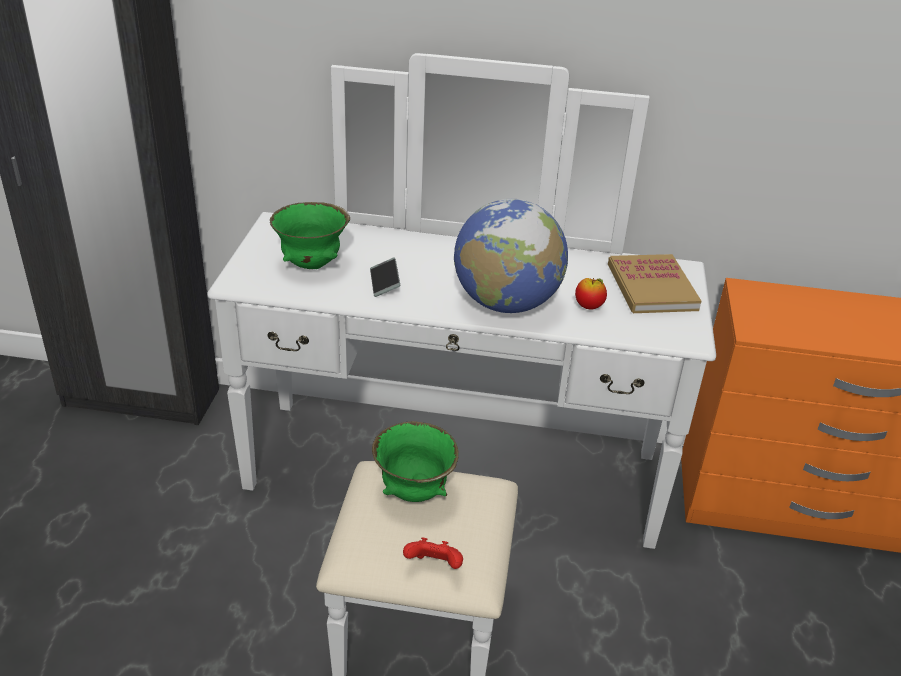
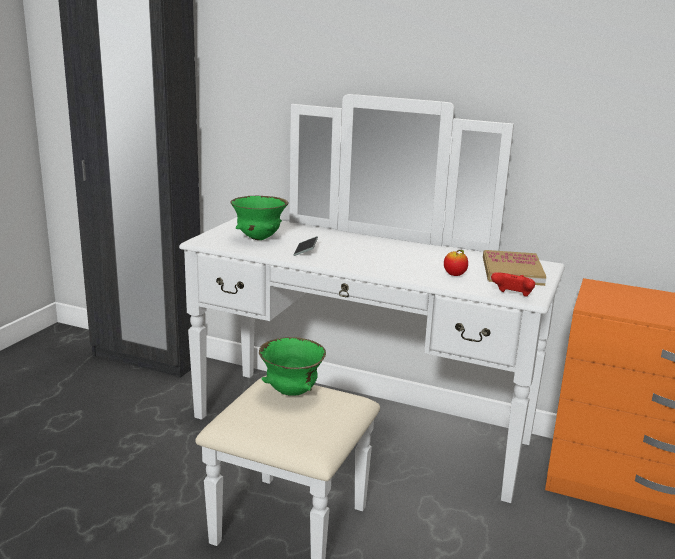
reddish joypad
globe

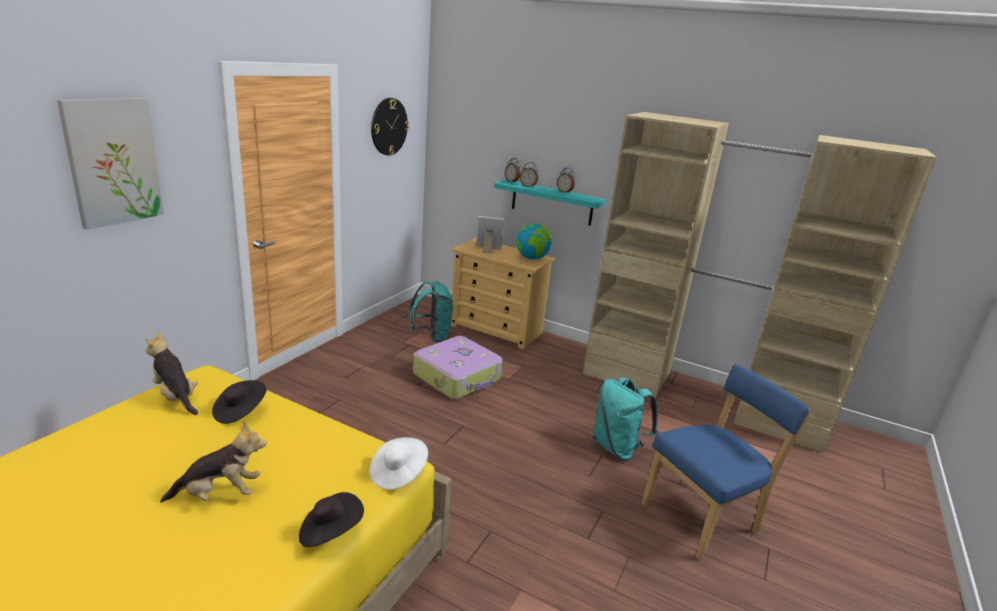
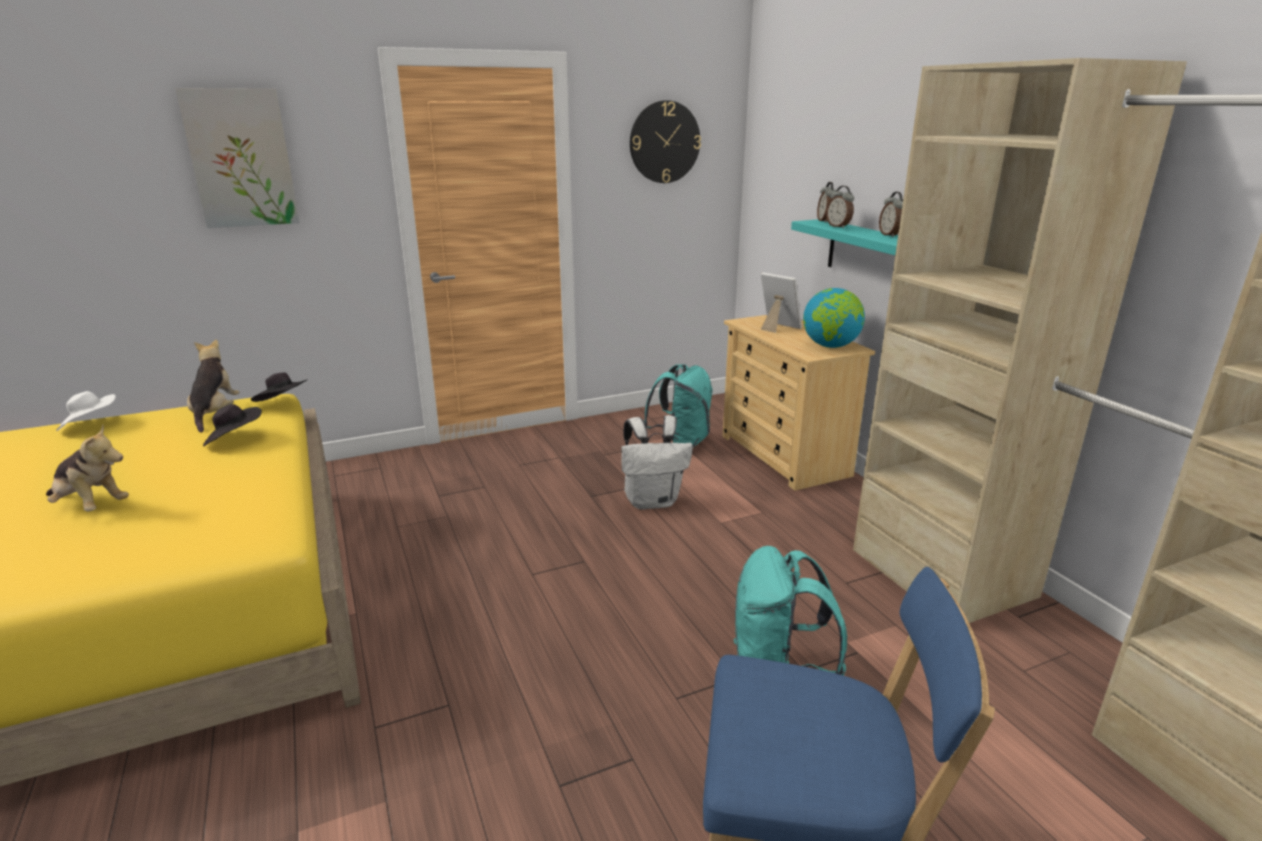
white wearable hat
blackish wearable hat (2nd from left)
white knapsack

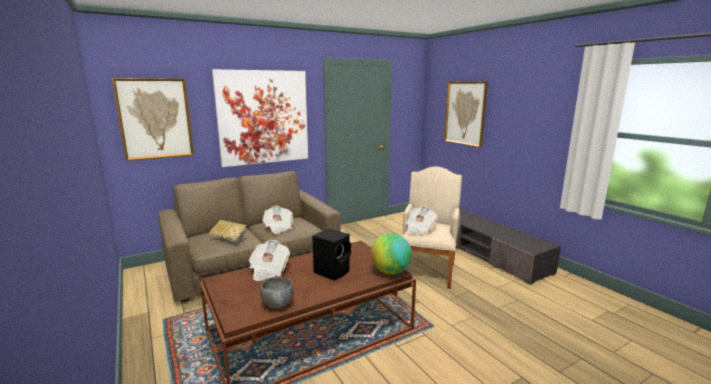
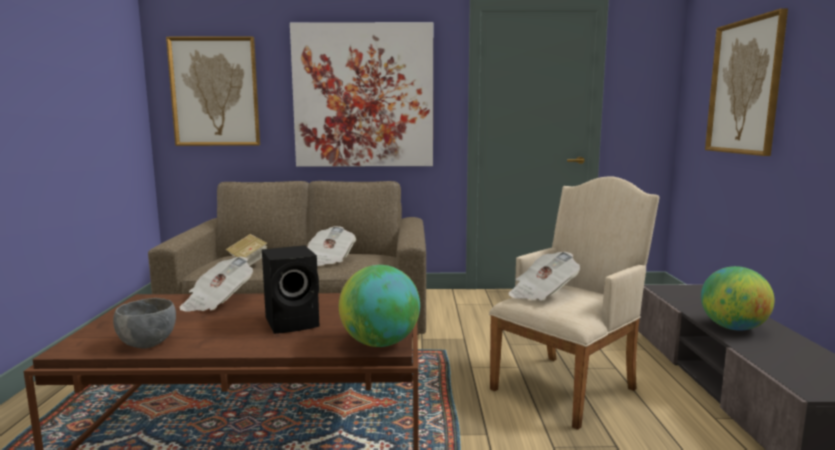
globe (2nd from left)

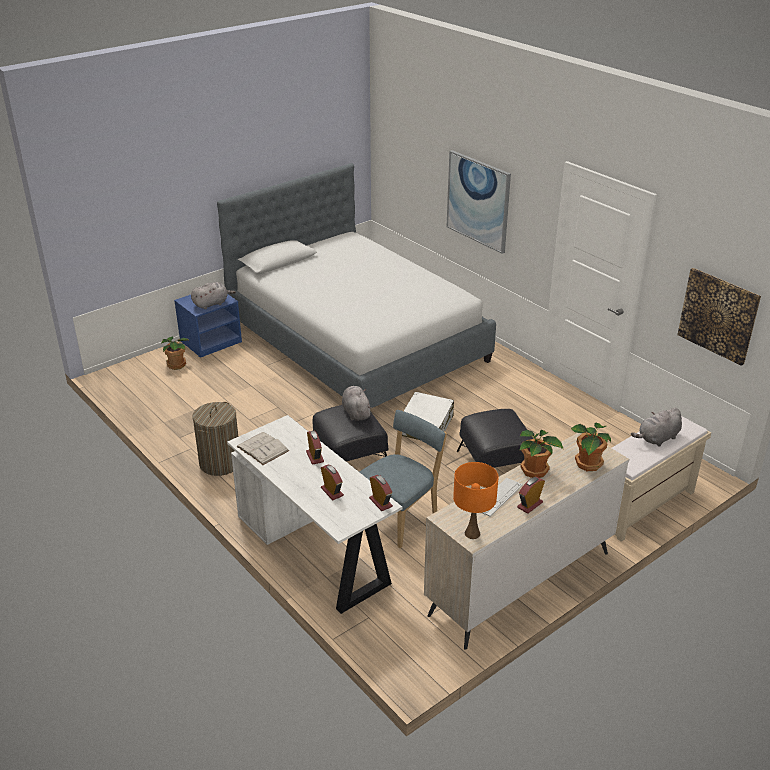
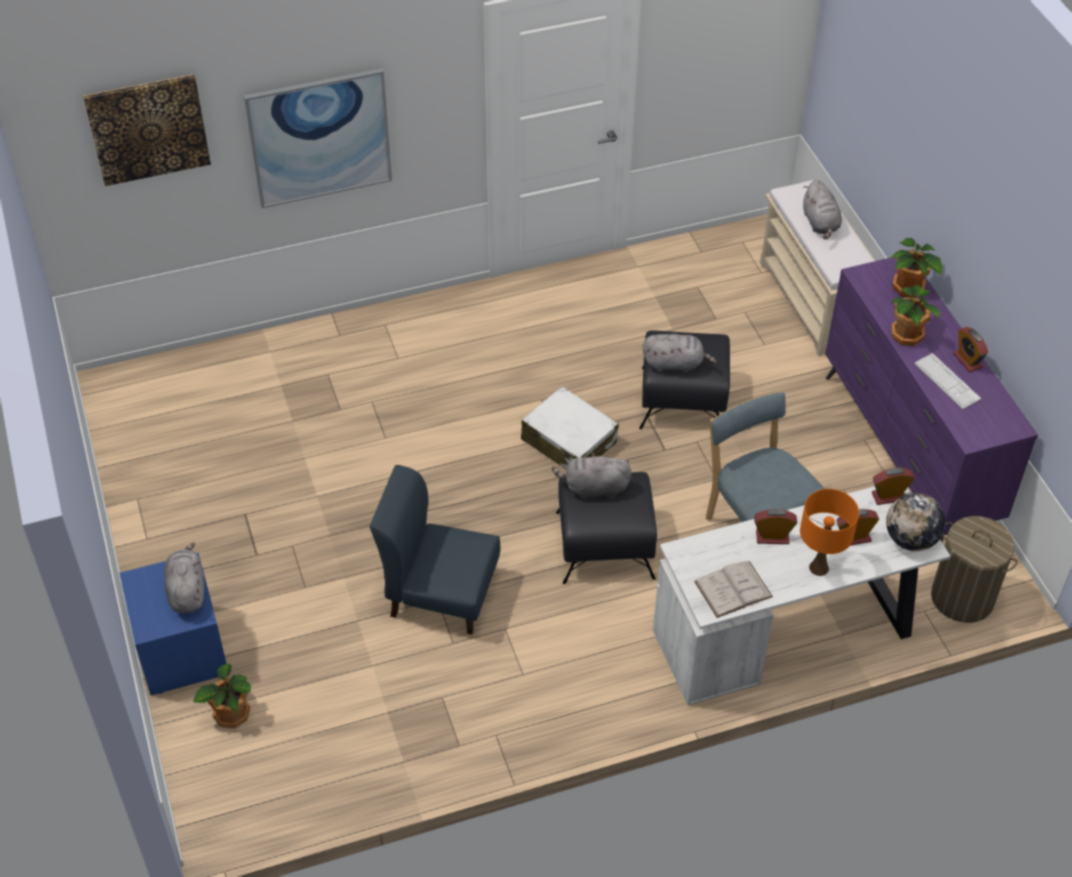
wall art (1st from left)
blue plain chair (1st from left)
gray cuddly toy (3rd from left)
orange-coloured lamp for a table
purple-coloured drawer chest
globe
hamper
bedroom bed

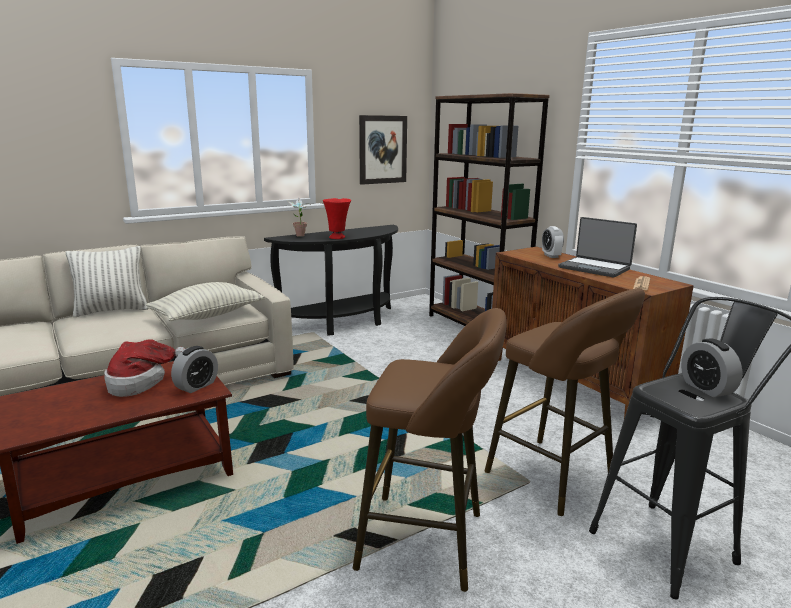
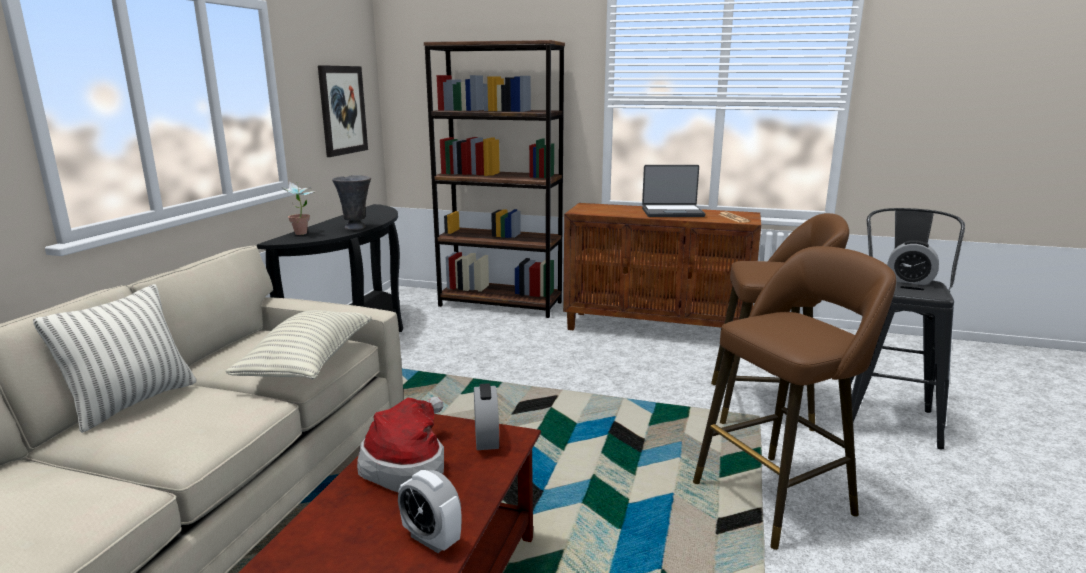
gray decorative vase
table clock (1st from left)

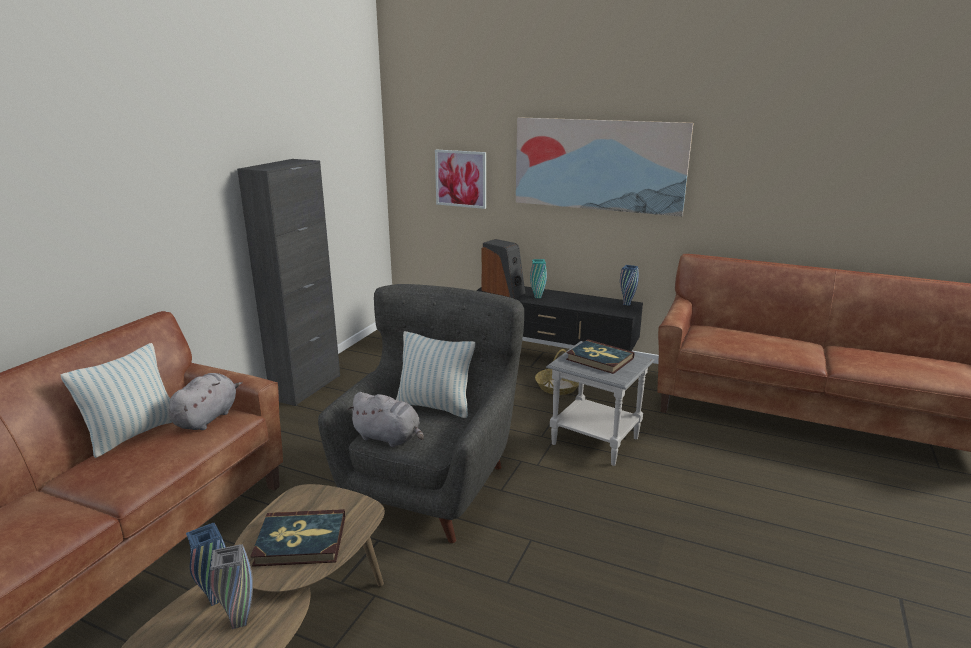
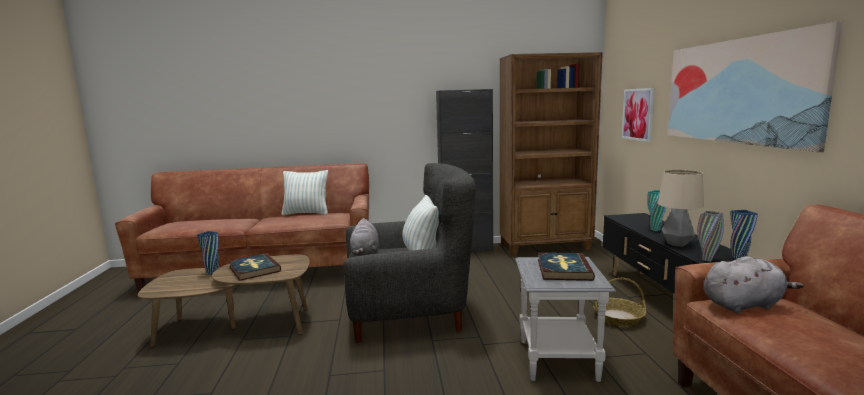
brown bookcase
lamp for a table
gray decorative vase
gray cuddly toy (2nd from left)
loudspeaker

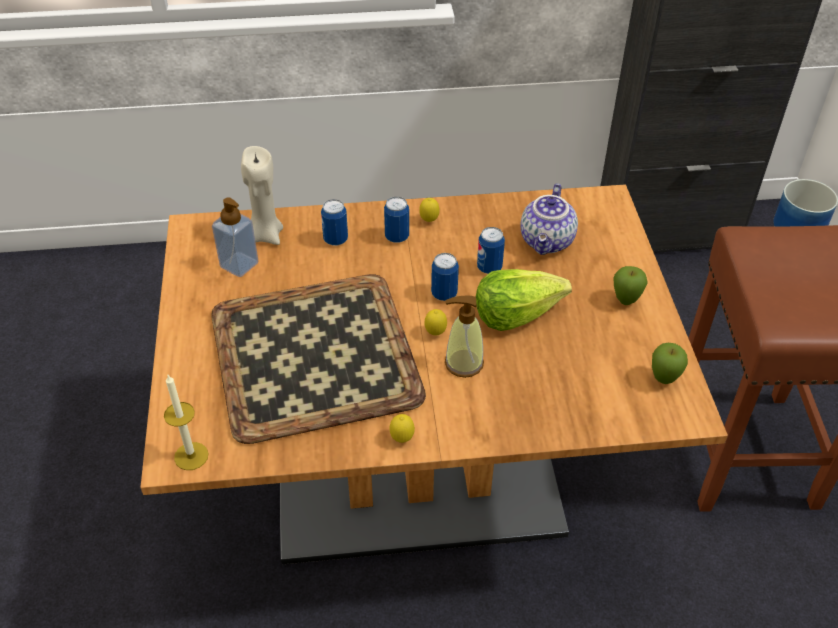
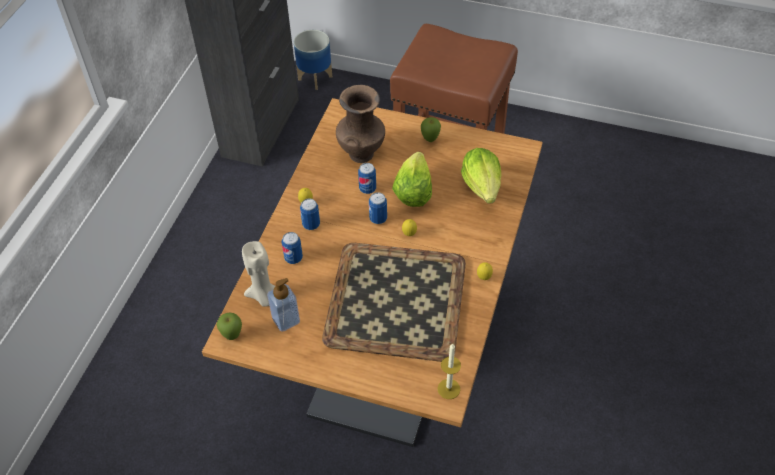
apple (1st from left)
brown decorative vase
lettuce head (2nd from left)
liquid soap bottle (2nd from left in the first image)

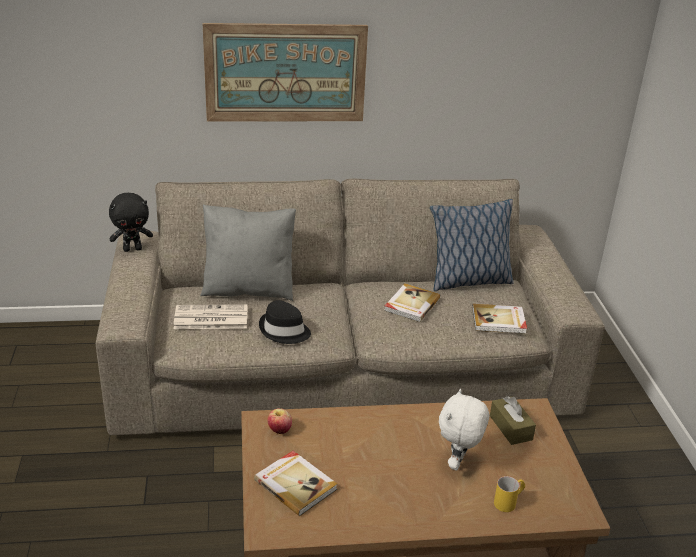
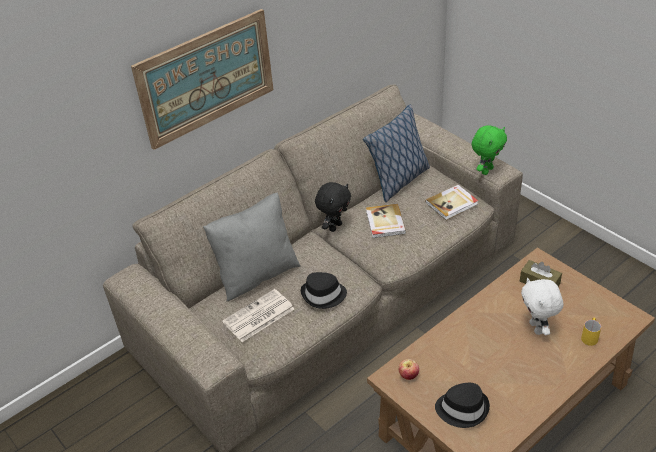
blackish cuddly toy
blackish wearable hat (2nd from left)
greenish cuddly toy

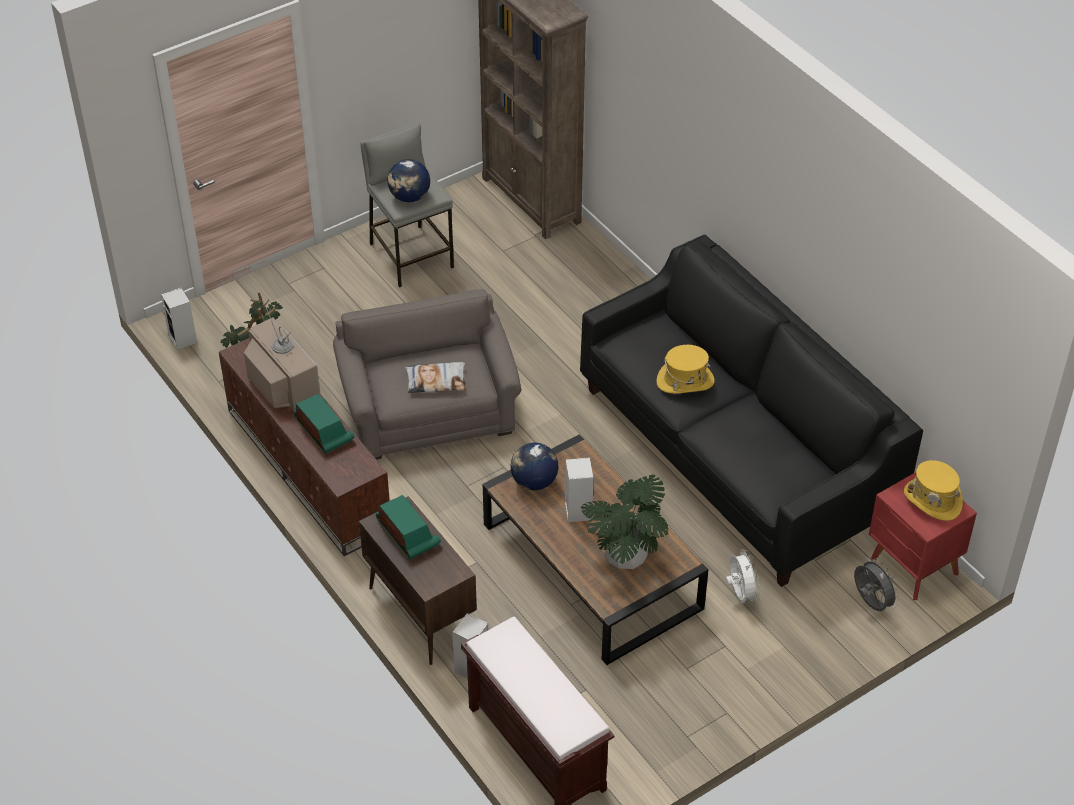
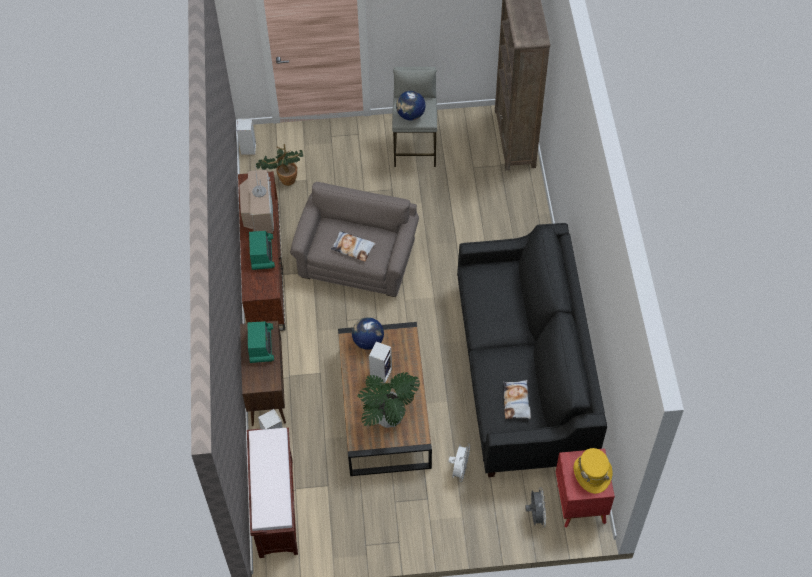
pillow (2nd from left)
yellowish wearable hat (1st from left in the first image)

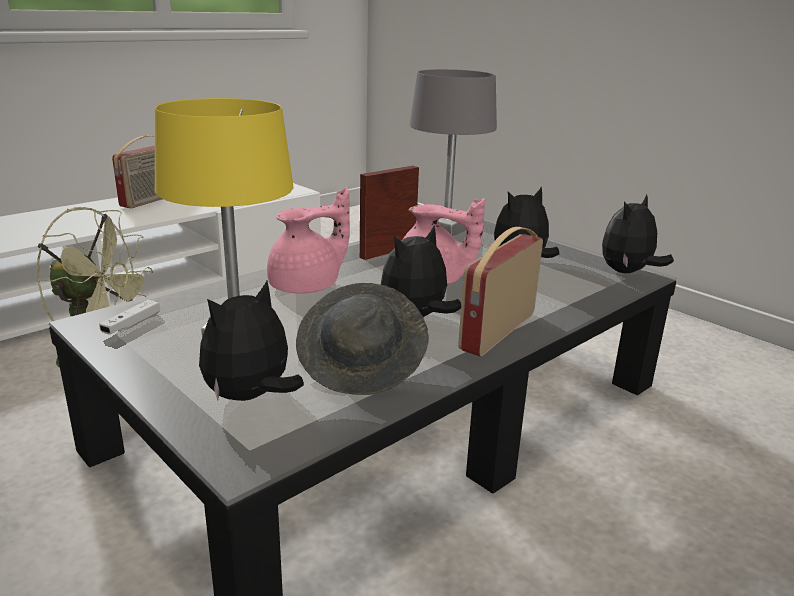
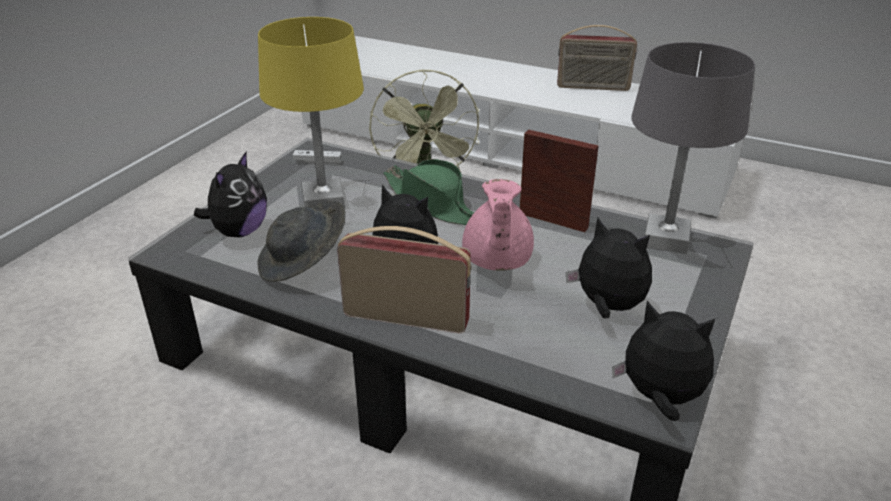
cuddly toy (1st from left)
greenish wearable hat

